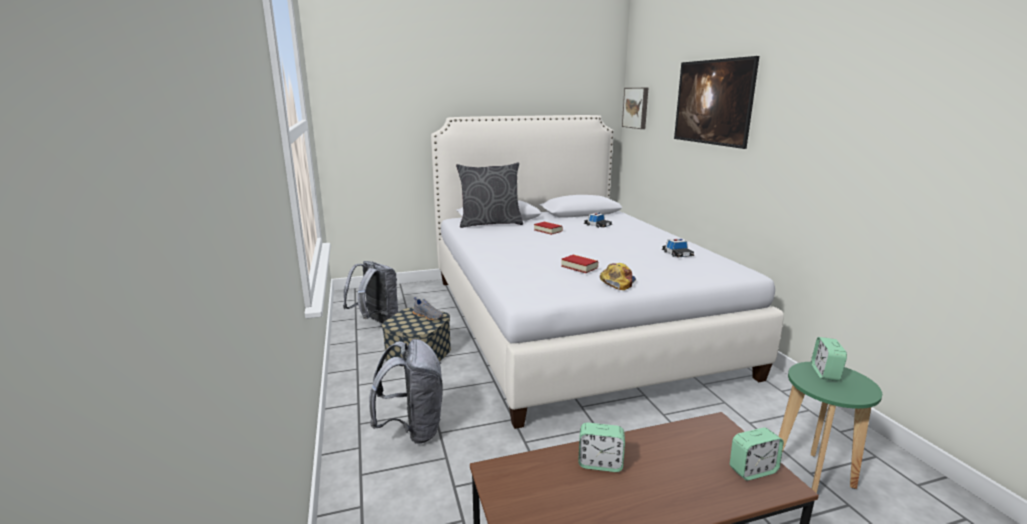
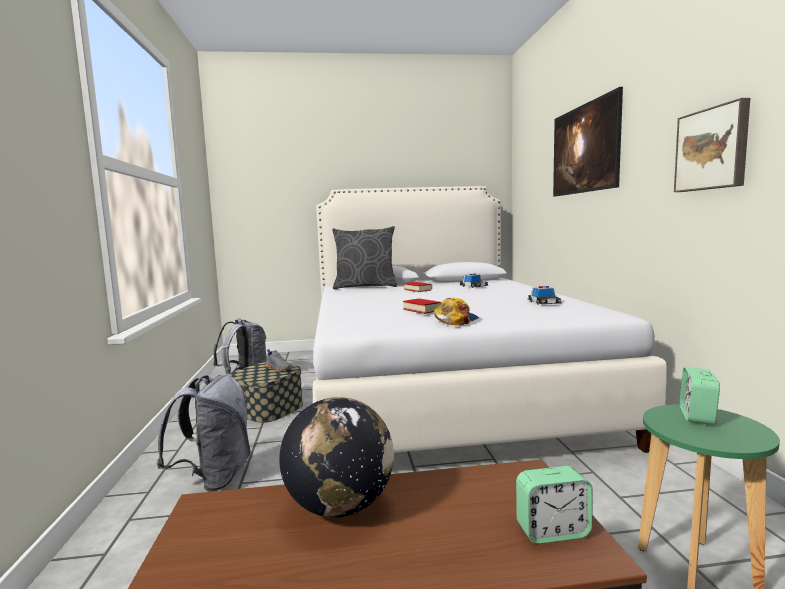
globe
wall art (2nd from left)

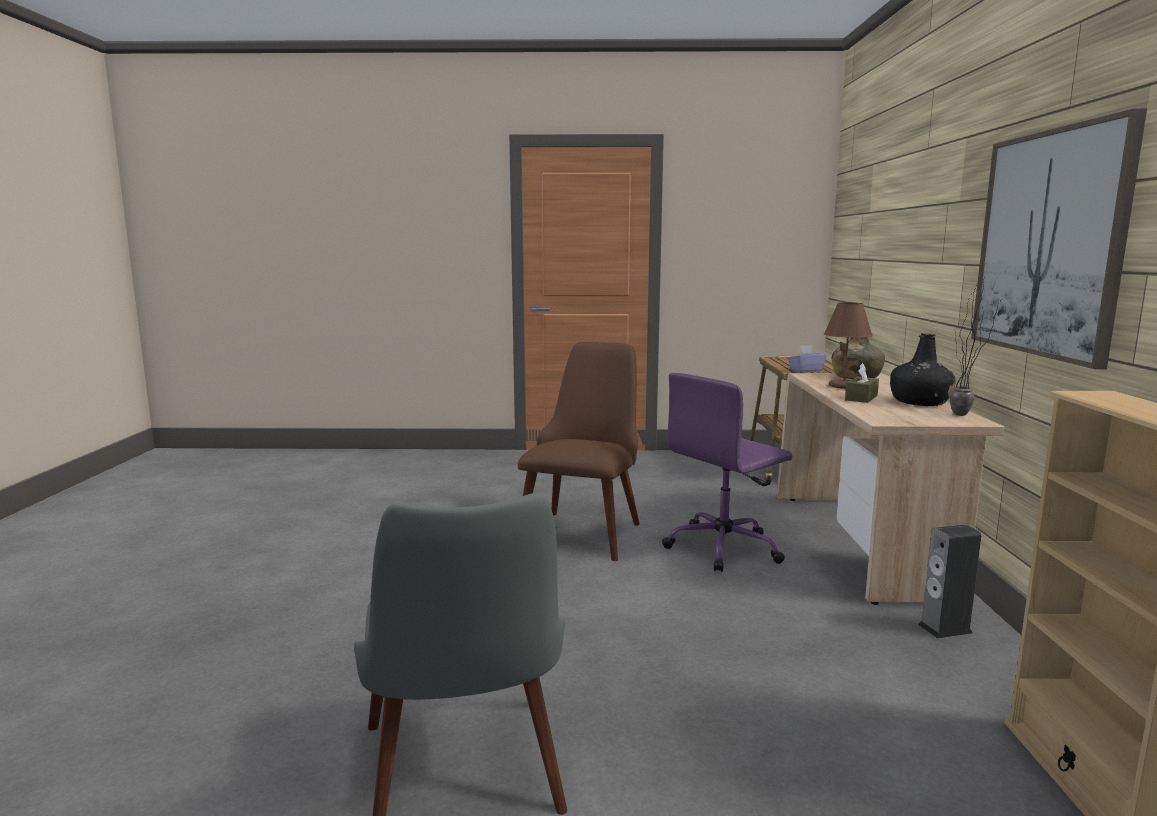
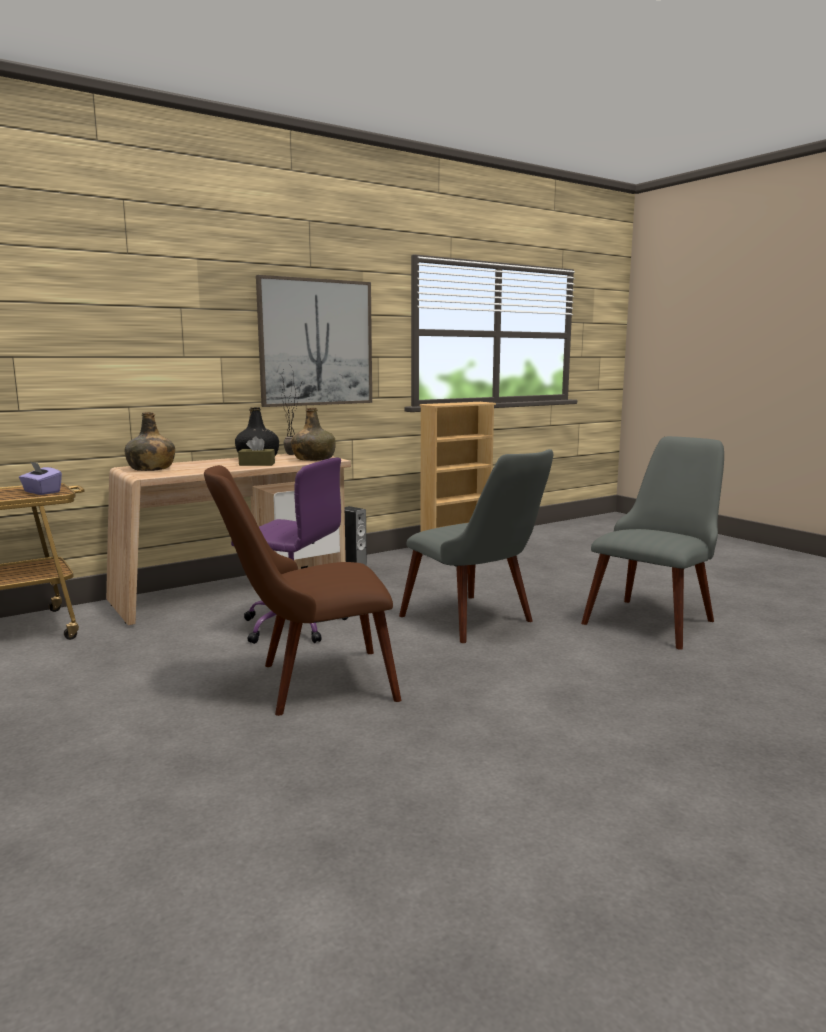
greenish drink bottle (2nd from left)
gray plain chair (1st from left)
brown lamp for a table

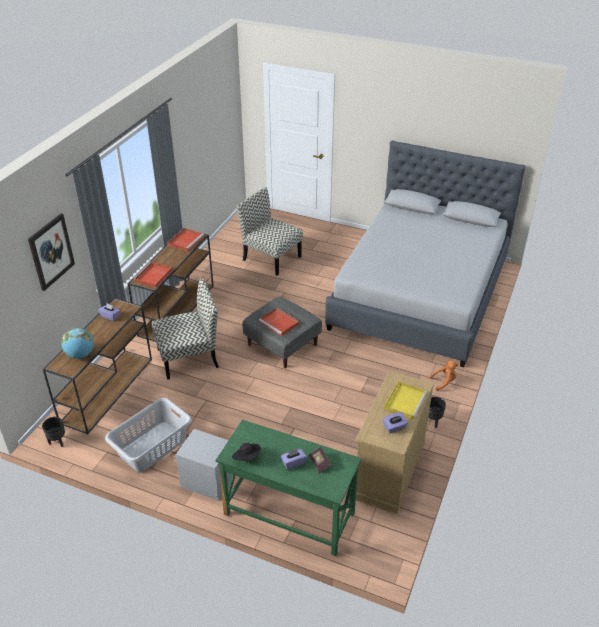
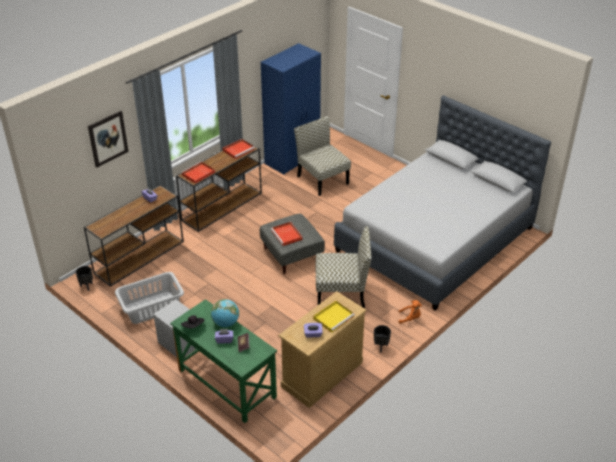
globe
blue clothes cupboard
plain chair (2nd from left)

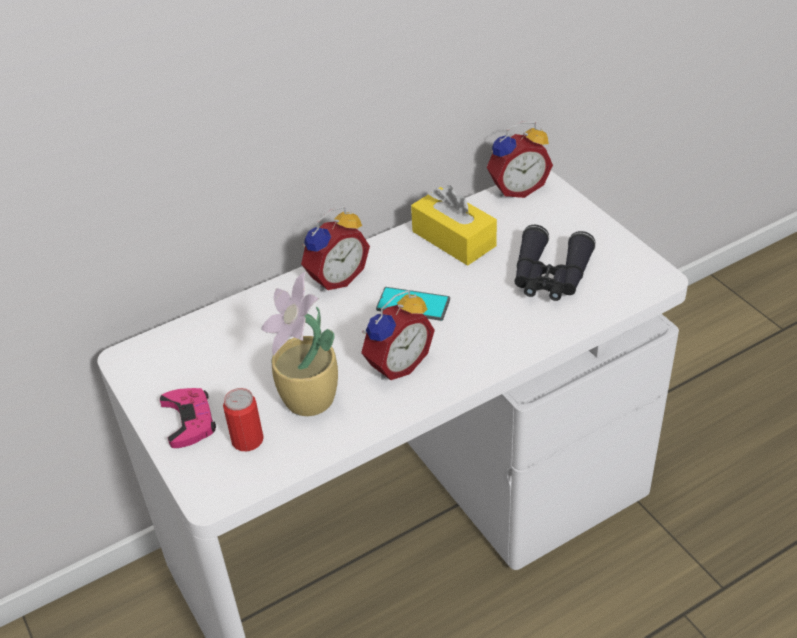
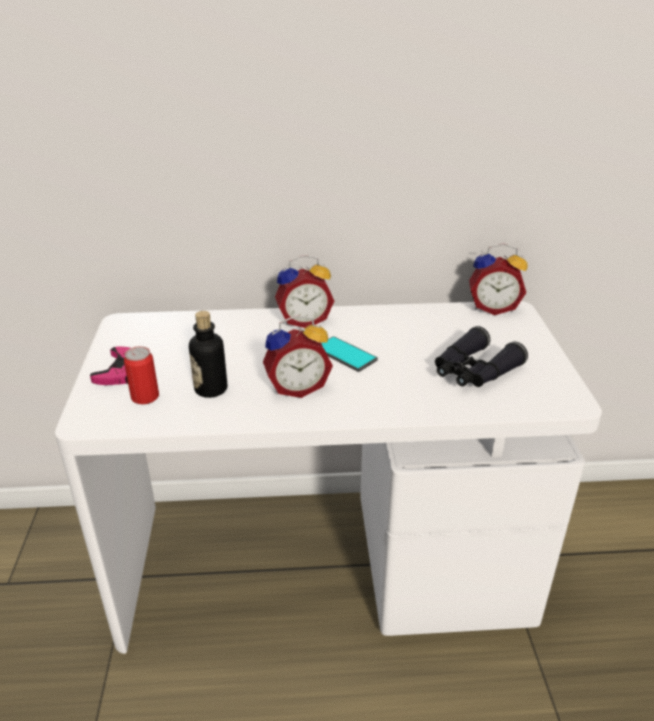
drink bottle
yellowish box of tissues

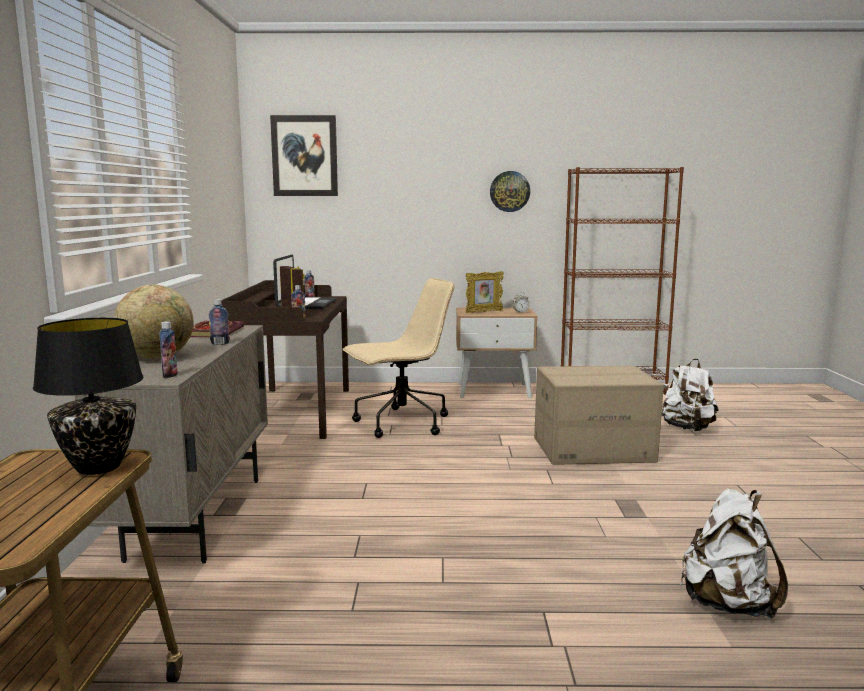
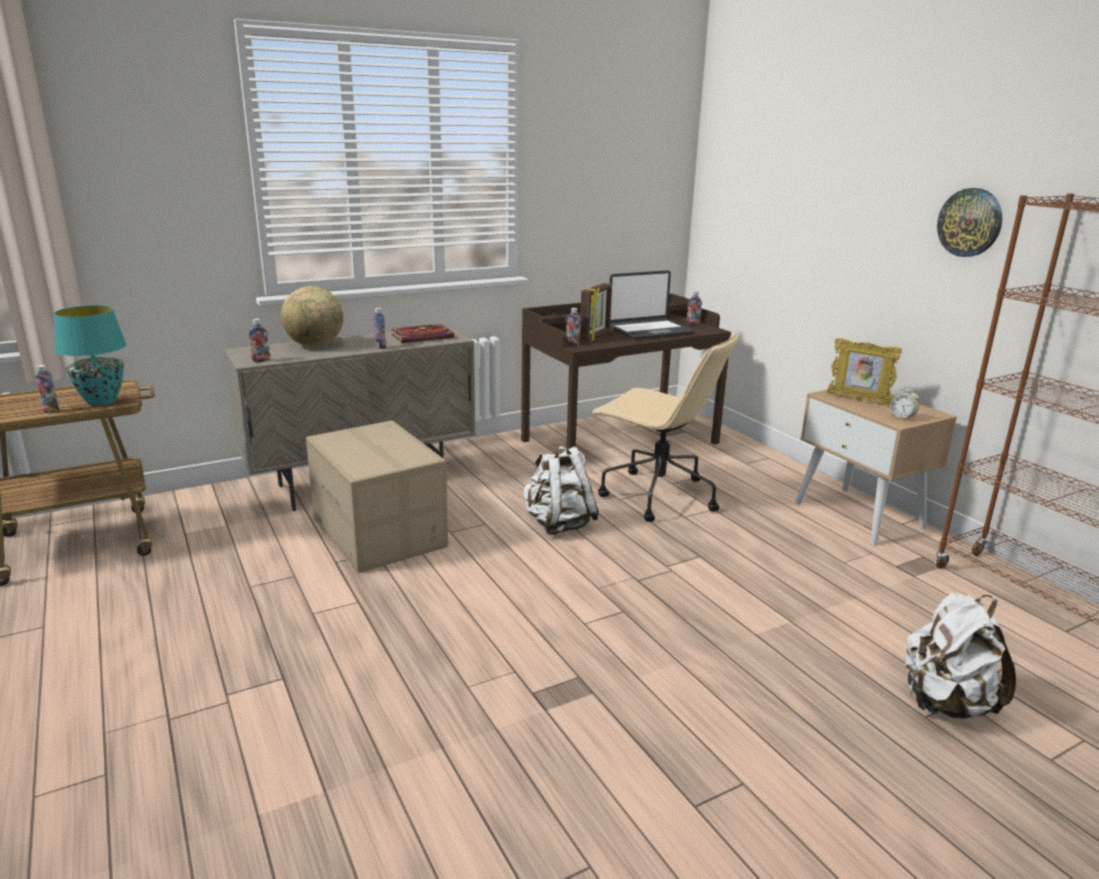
drink bottle (1st from left)
blue-green lamp for a table
cardboard box
white knapsack (1st from left)
wall art

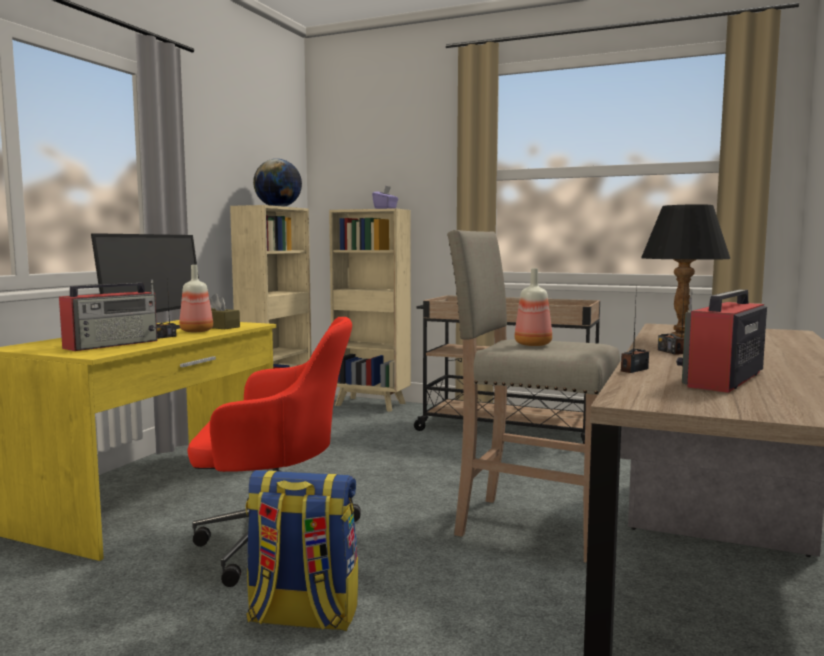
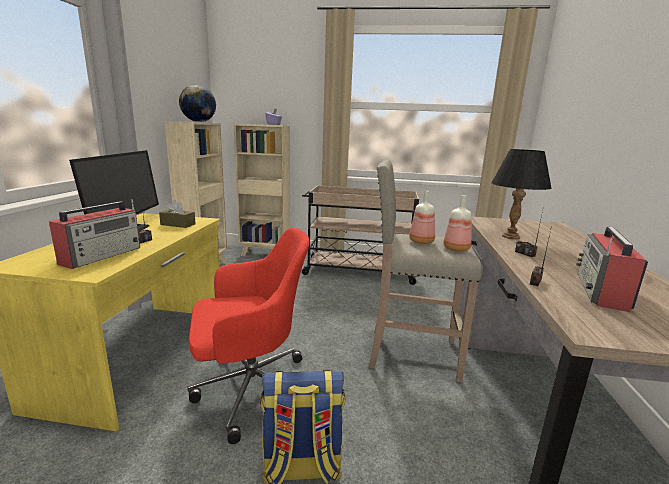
drink bottle (2nd from left)

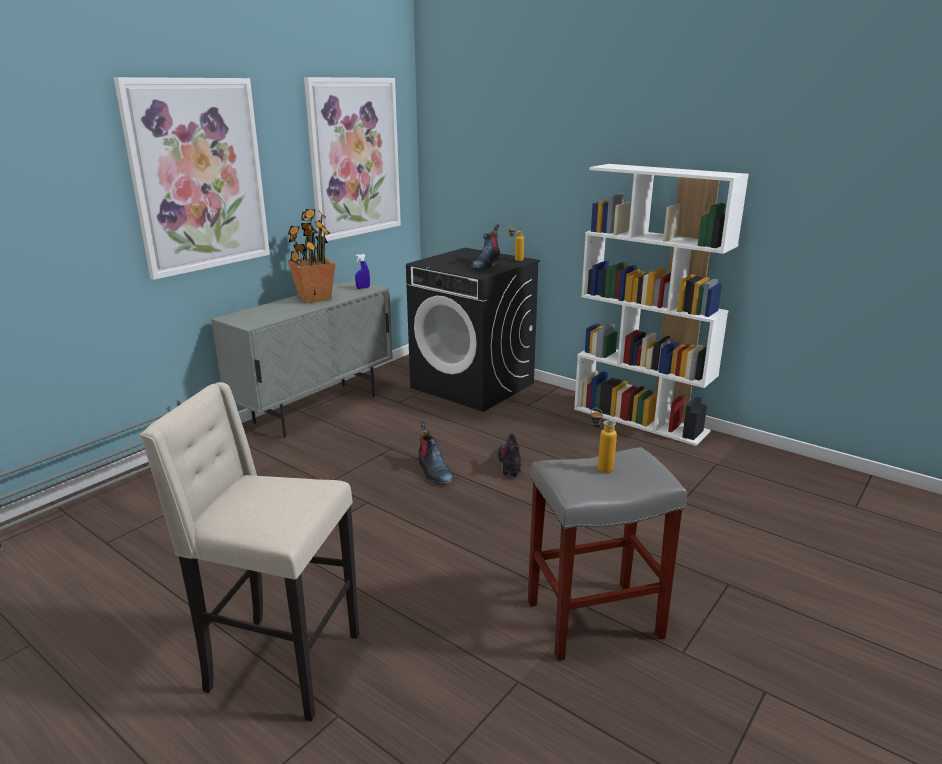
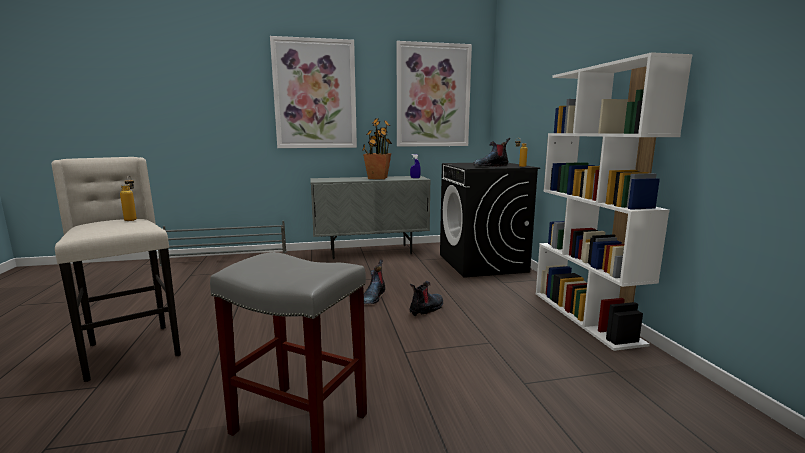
drink bottle (1st from left)

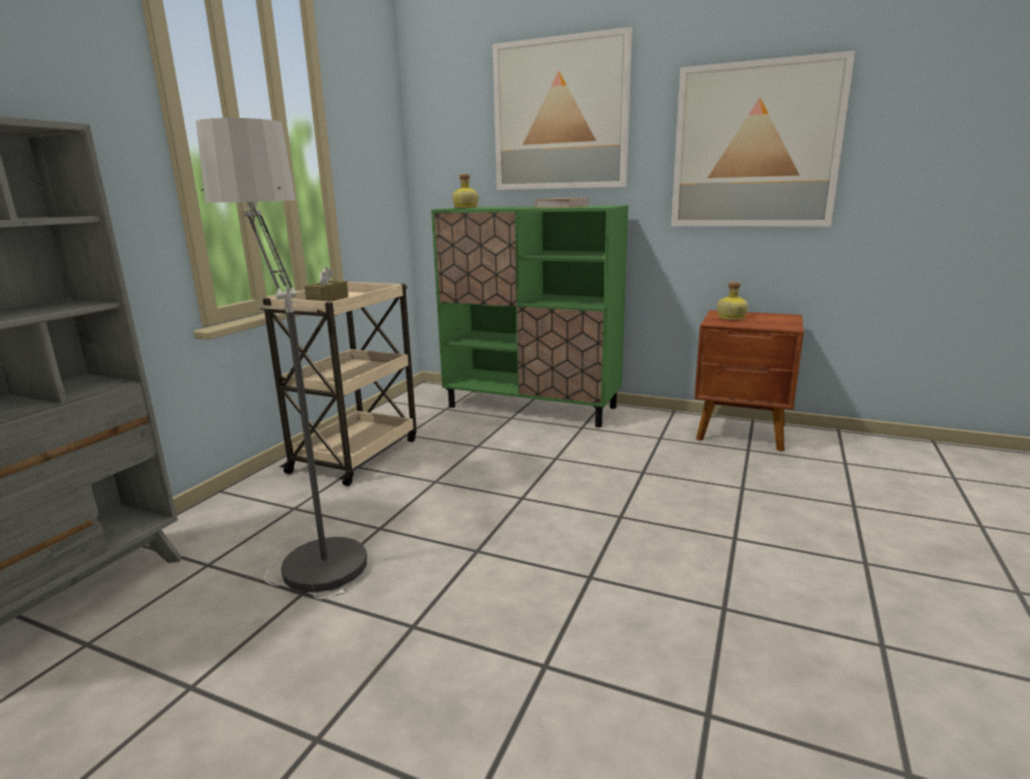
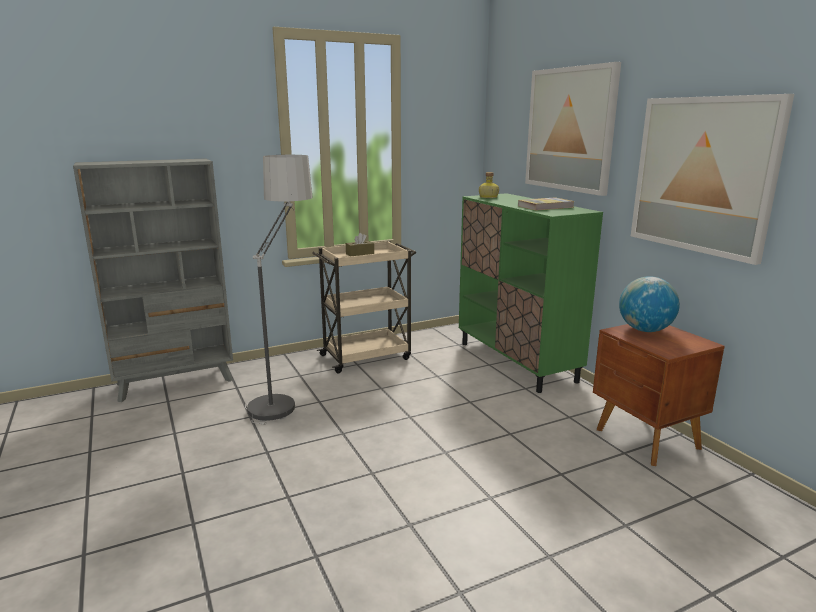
globe

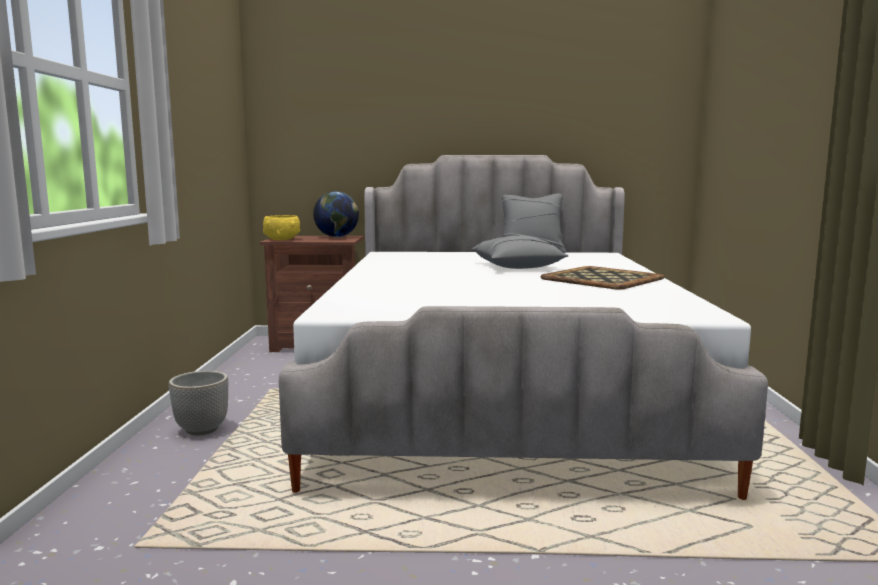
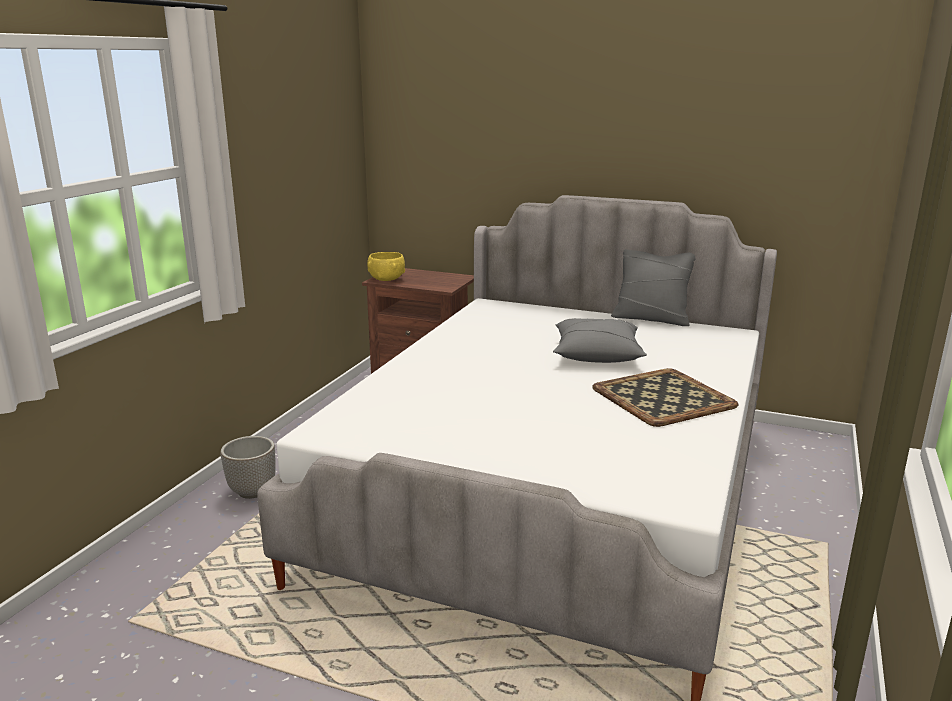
globe

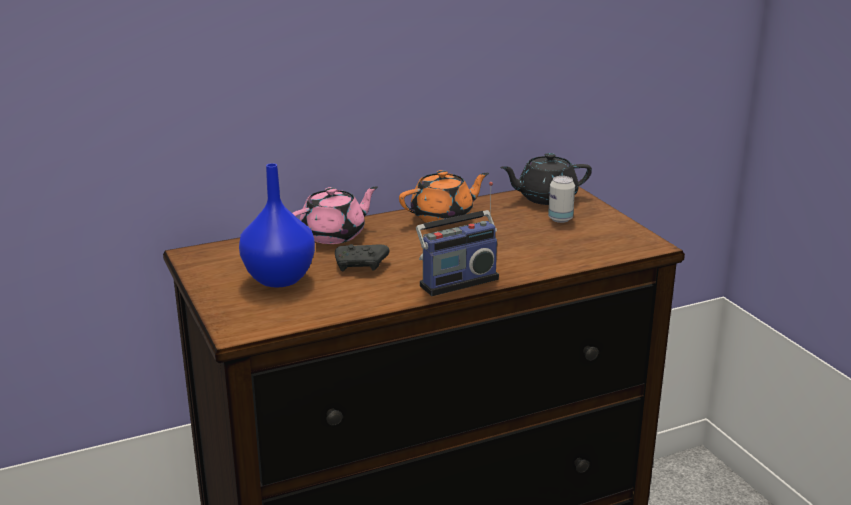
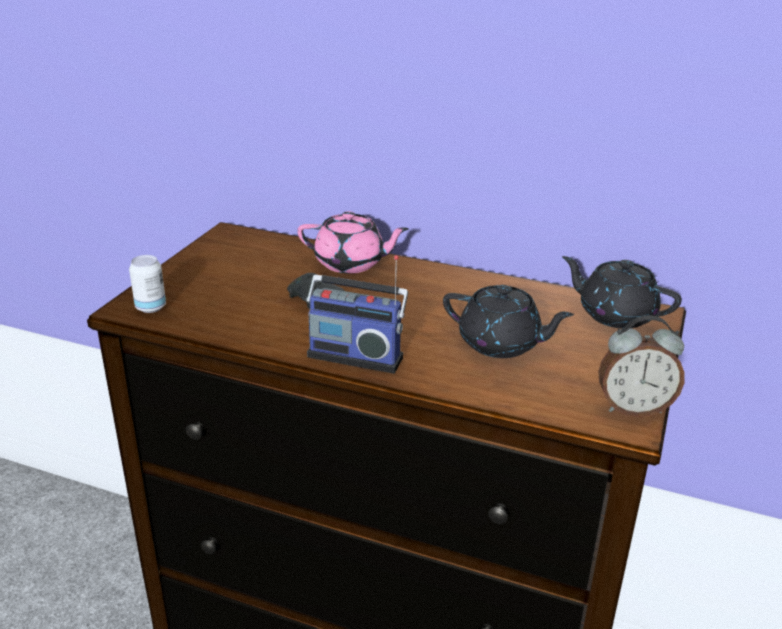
can
blackish tea pot (1st from left)
table clock
blue decorative vase
orange-coloured tea pot

